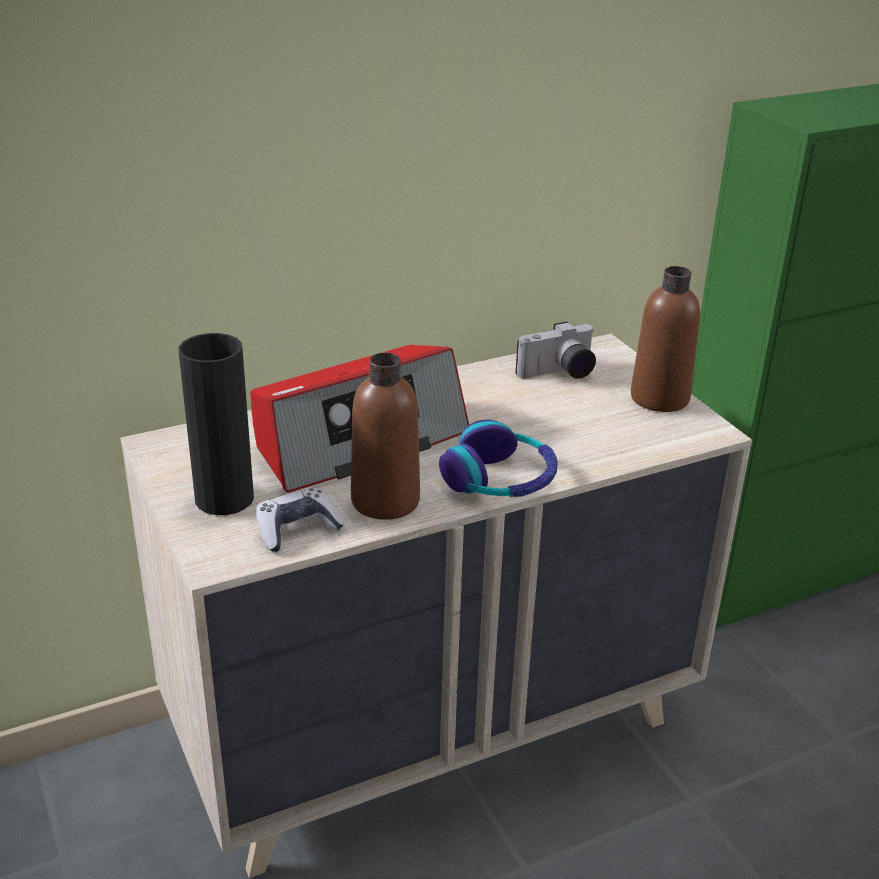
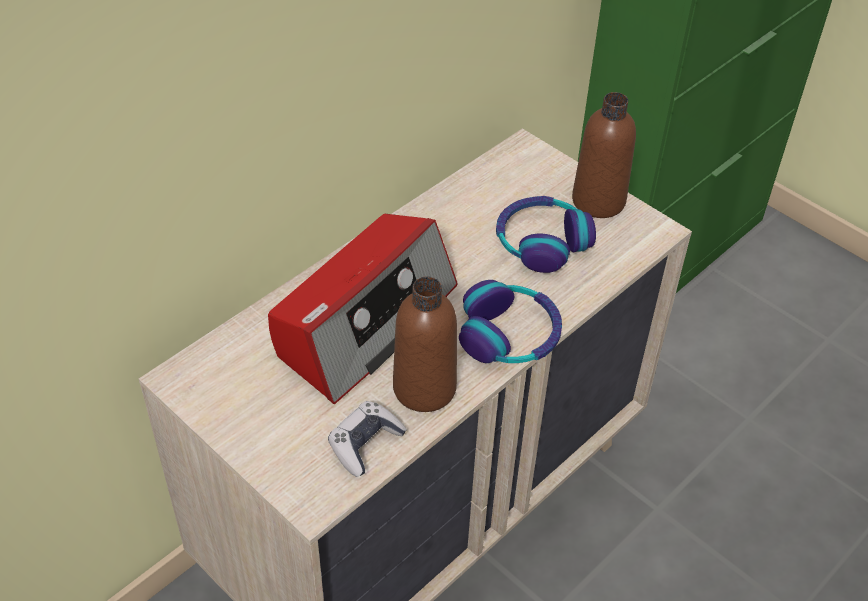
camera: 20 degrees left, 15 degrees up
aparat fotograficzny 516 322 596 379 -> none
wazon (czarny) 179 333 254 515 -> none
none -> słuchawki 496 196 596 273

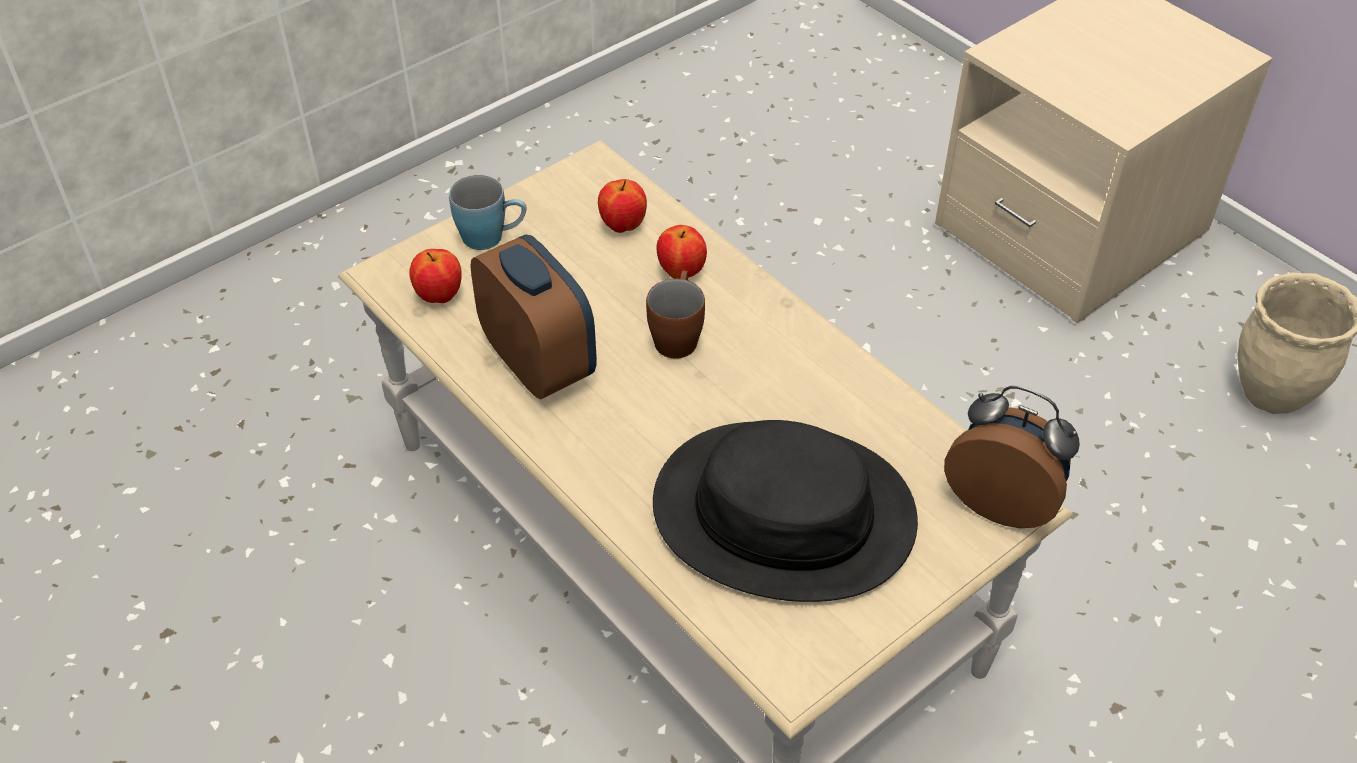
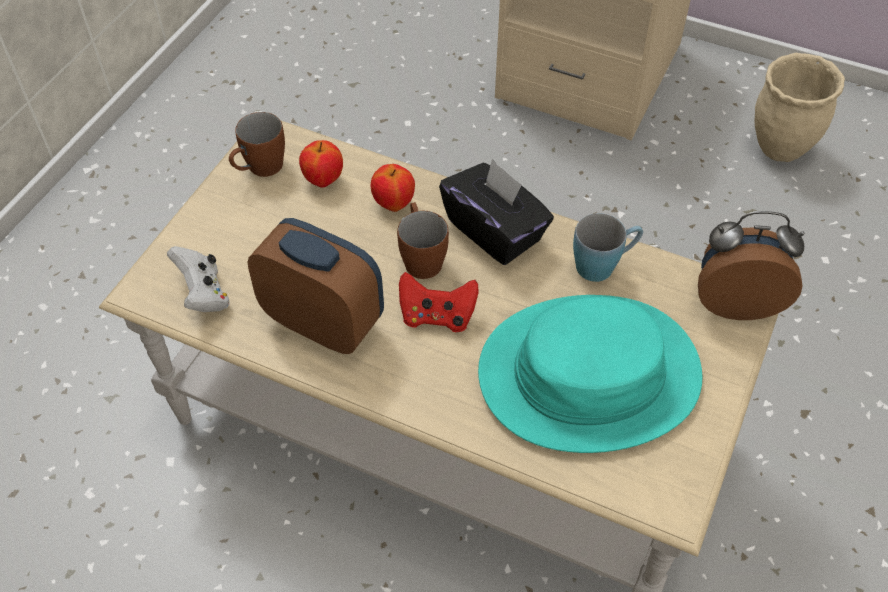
camera: 25 degrees left, 5 degrees up
kubek (niebieski) 449 175 526 250 -> kubek (niebieski) 573 213 643 282, moved
jabłko 409 249 462 303 -> pad do gier (biały) 167 246 230 312
kapelusz (czarny) 653 420 918 602 -> kapelusz (turkusowy) 478 295 702 453
none -> kubek (brązowy) 229 112 285 177
none -> pudełko chusteczek (czarny) 439 158 554 265
none -> pad do gier (czerwony) 399 272 479 332

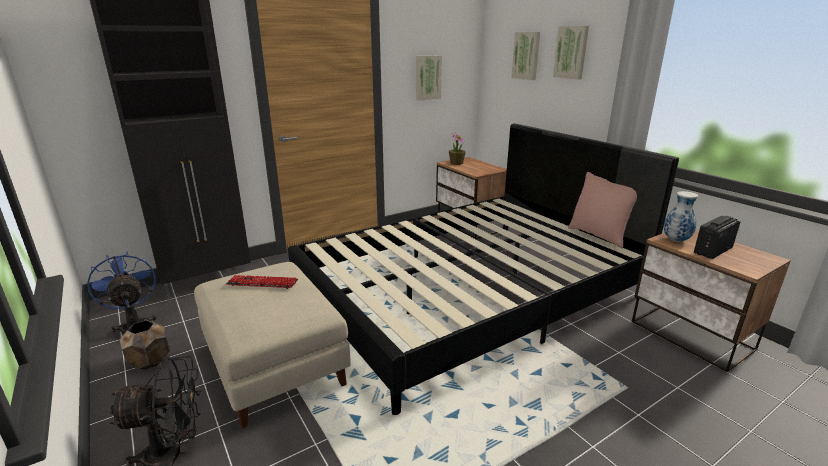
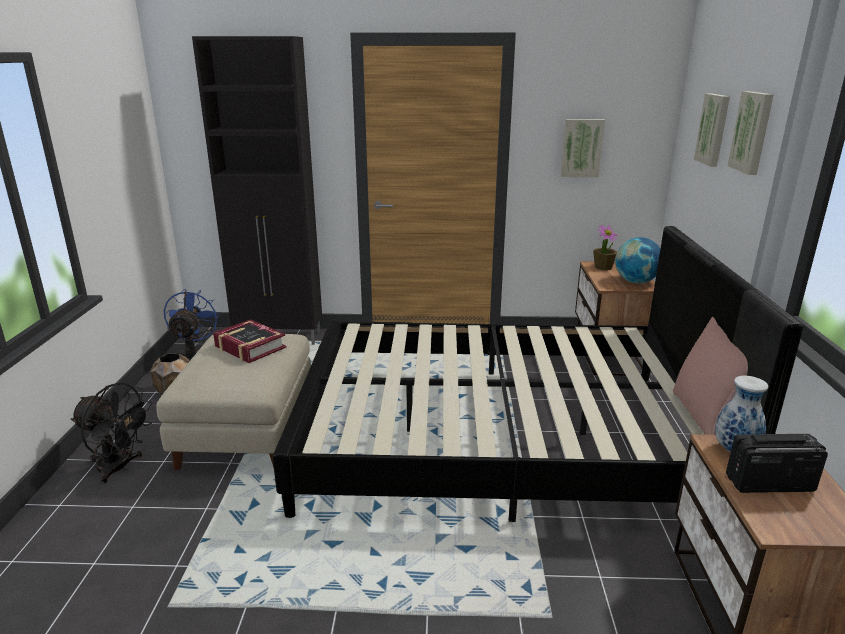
camera: 35 degrees right, 0 degrees up
klawiatura 226 275 298 289 -> książka 213 319 286 363
none -> globus 615 237 661 283

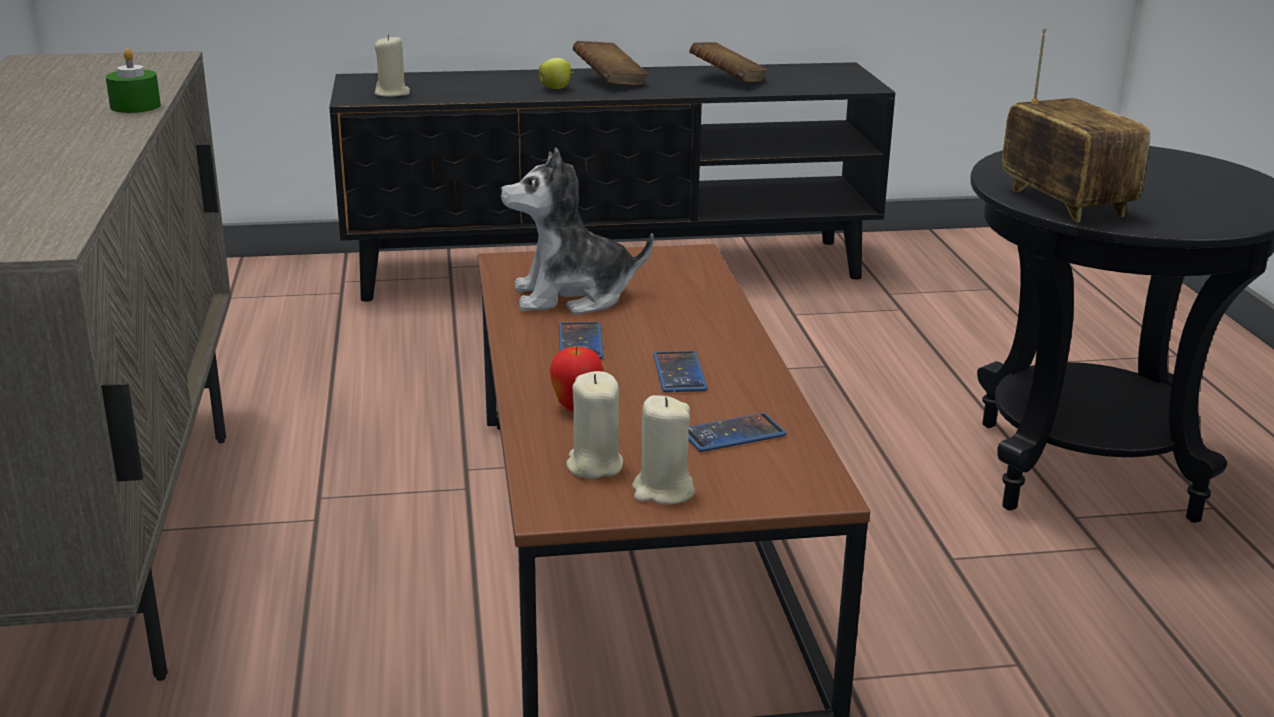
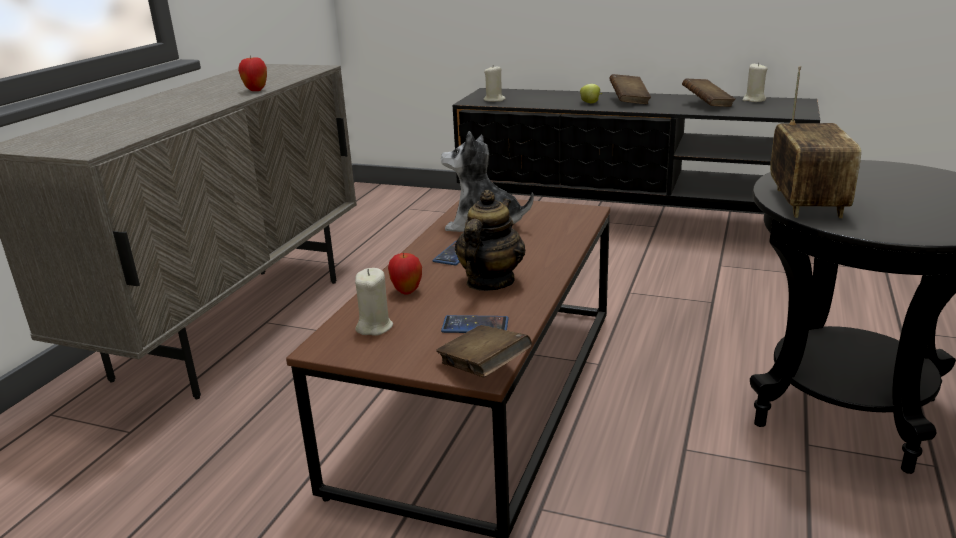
camera: 30 degrees right, 0 degrees up
świeca (zielony) 106 49 161 113 -> jabłko 238 55 267 91
telefon 653 351 708 392 -> imbryk 455 190 526 291
świeca (beżowy) 632 395 695 505 -> świeca (beżowy) 743 62 768 102, moved
none -> książka (brązowy) 436 325 532 378

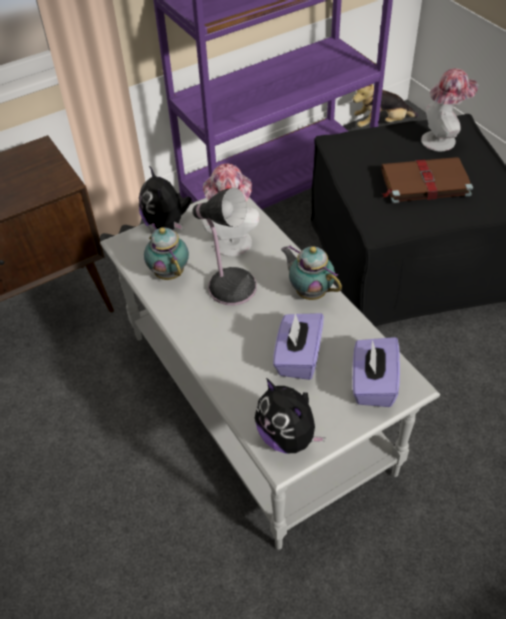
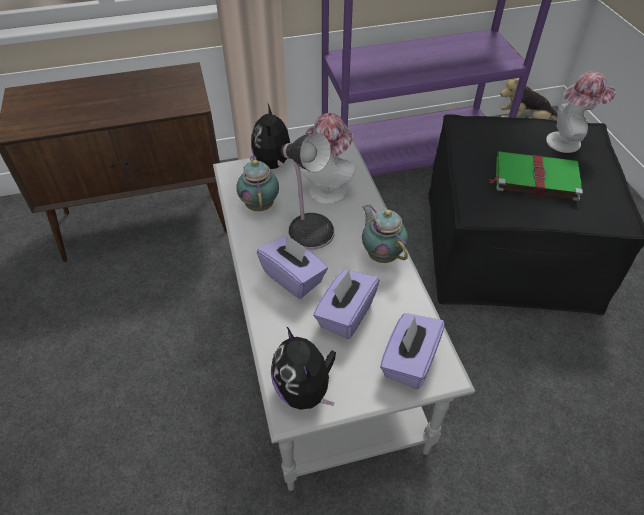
camera: 15 degrees right, 0 degrees up
książka (brązowy) 381 157 473 203 -> książka (zielony) 489 151 583 201
none -> pudełko chusteczek (fioletowy) 257 235 328 299

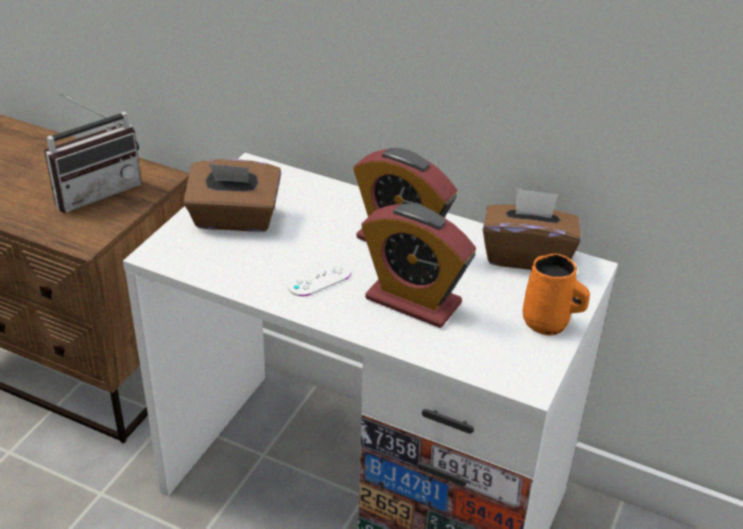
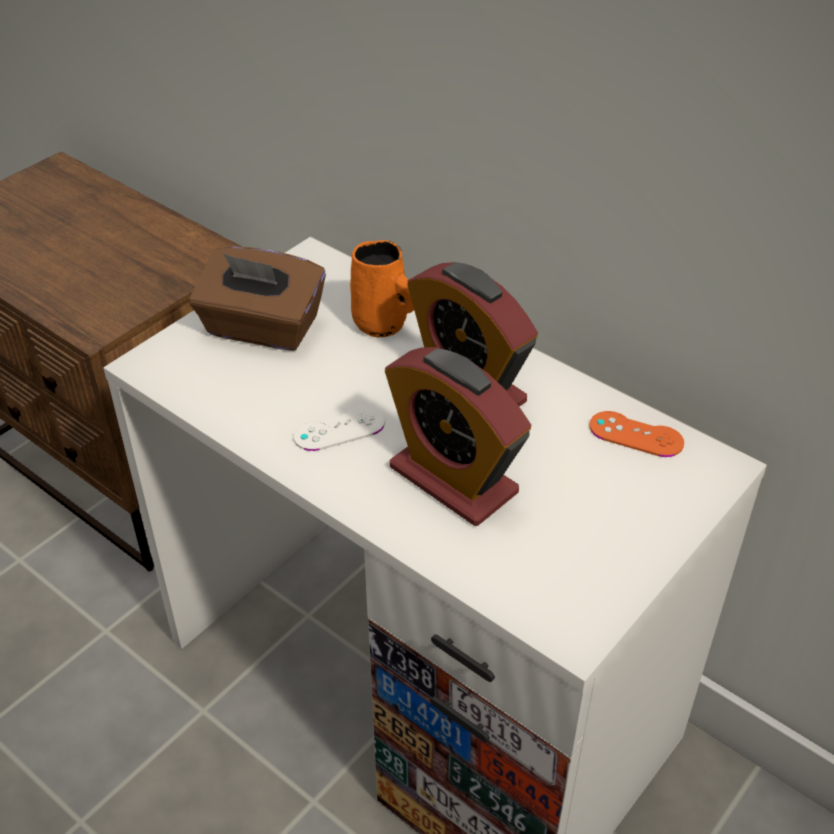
camera: 15 degrees right, 5 degrees up
radio 44 93 142 213 -> none
pudełko chusteczek (brązowy) 483 188 581 270 -> pad do gier (pomarańczowy) 589 411 684 457
kubek (pomarańczowy) 523 253 590 335 -> kubek (pomarańczowy) 350 240 414 338, moved

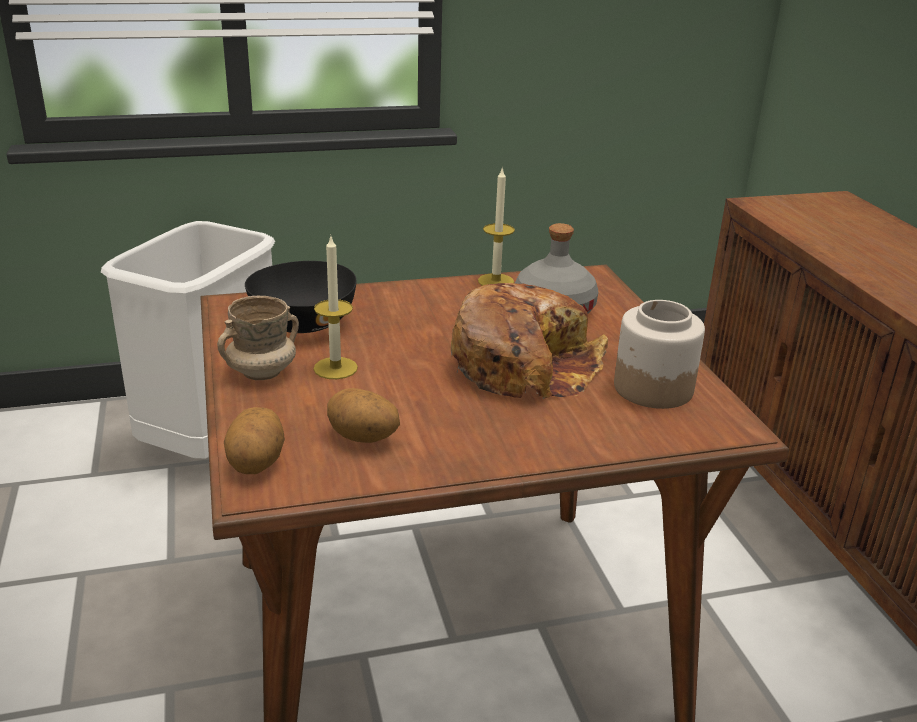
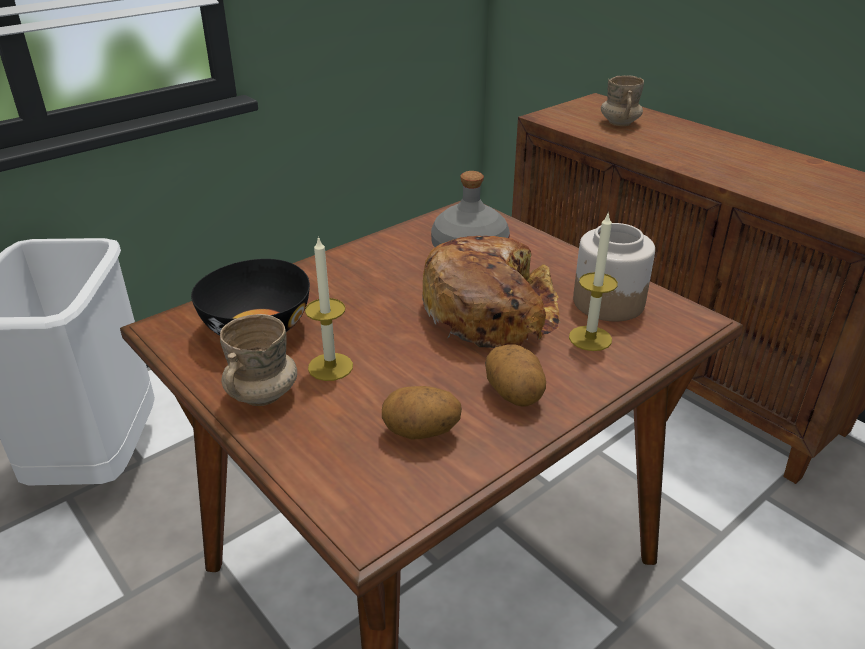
camera: 25 degrees left, 5 degrees up
świeca 478 167 515 286 -> świeca 569 211 618 351, moved
ziemniak 224 407 285 474 -> ziemniak 485 344 546 406, moved
none -> kubek (beżowy) 601 75 644 126

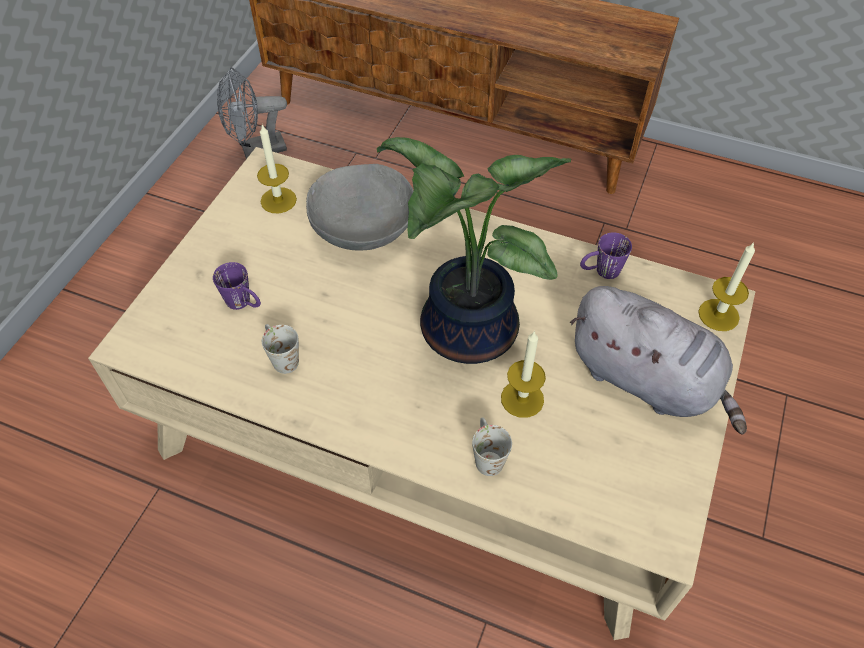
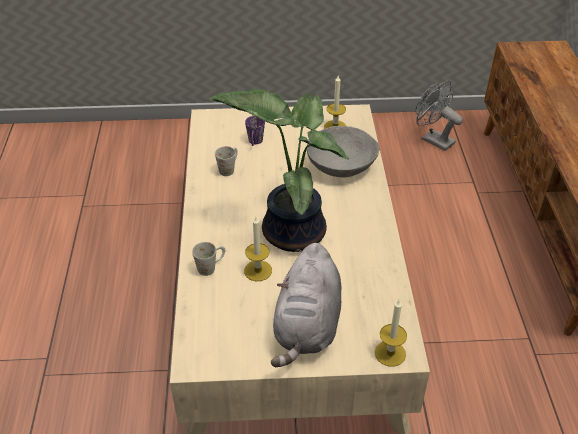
camera: 65 degrees right, 10 degrees down
kubek (fioletowy) 580 232 632 279 -> none

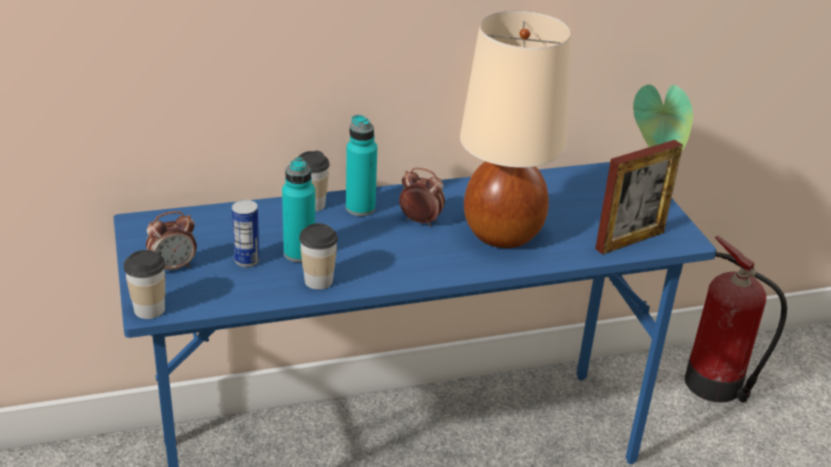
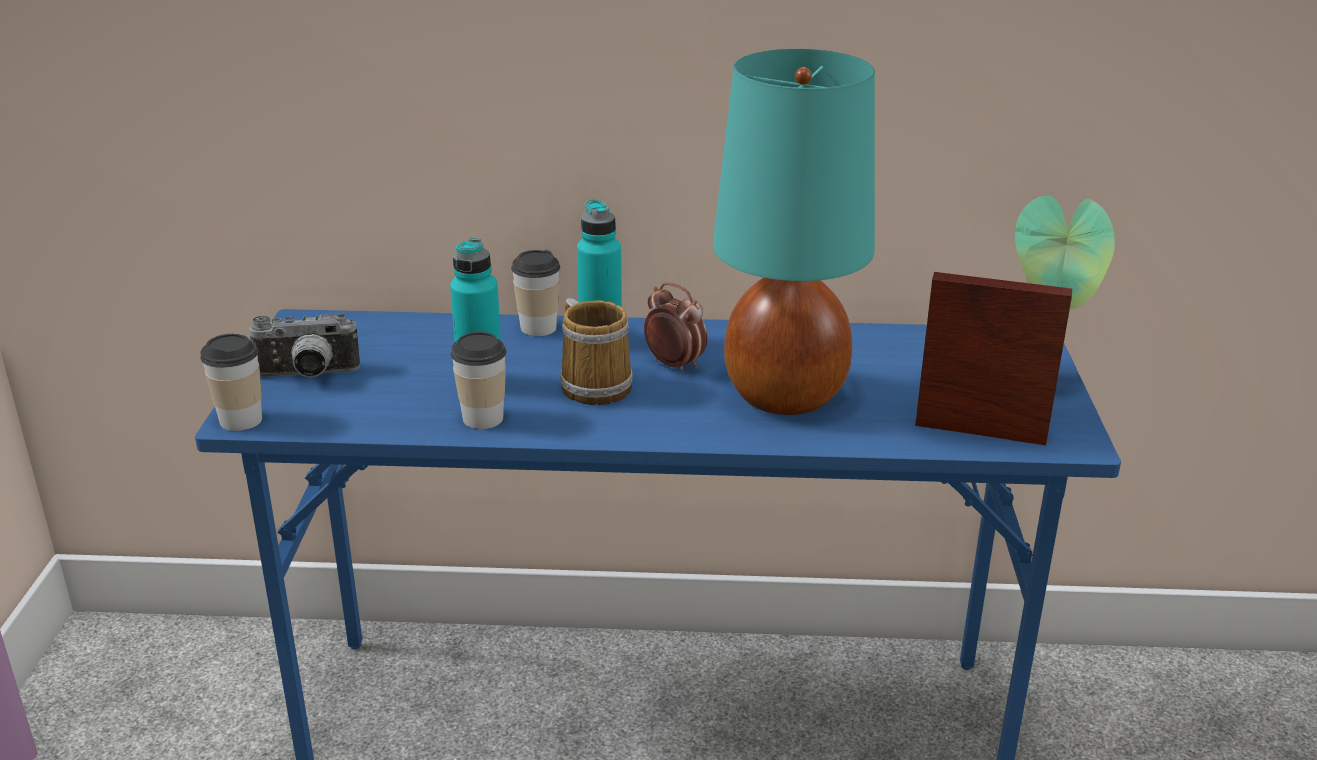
camera: 20 degrees right, 5 degrees down
lampa stołowa (beżowy) 460 10 572 248 -> lampa stołowa (turkusowy) 713 49 875 415
ramka na zdjęcie 595 140 683 255 -> ramka na zdjęcie 915 272 1072 445, 150 degrees counterclockwise
puszka 232 200 260 268 -> none
budzik 146 211 197 270 -> aparat fotograficzny 250 314 360 377
gaśnica 685 236 787 402 -> none
none -> kubek 560 298 633 405

